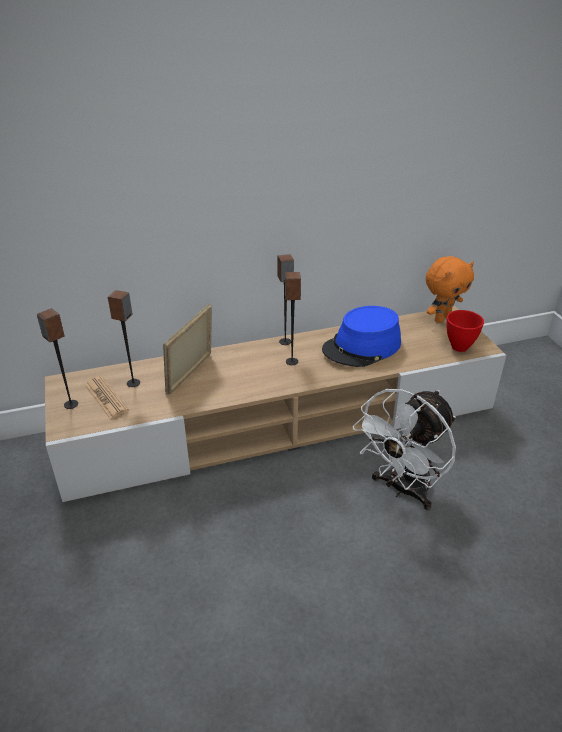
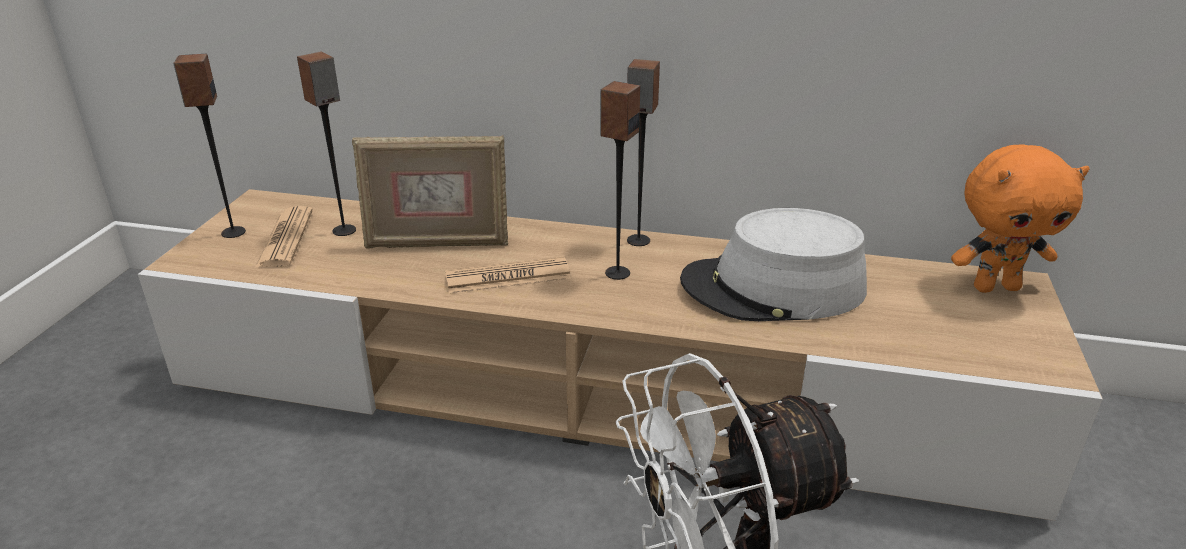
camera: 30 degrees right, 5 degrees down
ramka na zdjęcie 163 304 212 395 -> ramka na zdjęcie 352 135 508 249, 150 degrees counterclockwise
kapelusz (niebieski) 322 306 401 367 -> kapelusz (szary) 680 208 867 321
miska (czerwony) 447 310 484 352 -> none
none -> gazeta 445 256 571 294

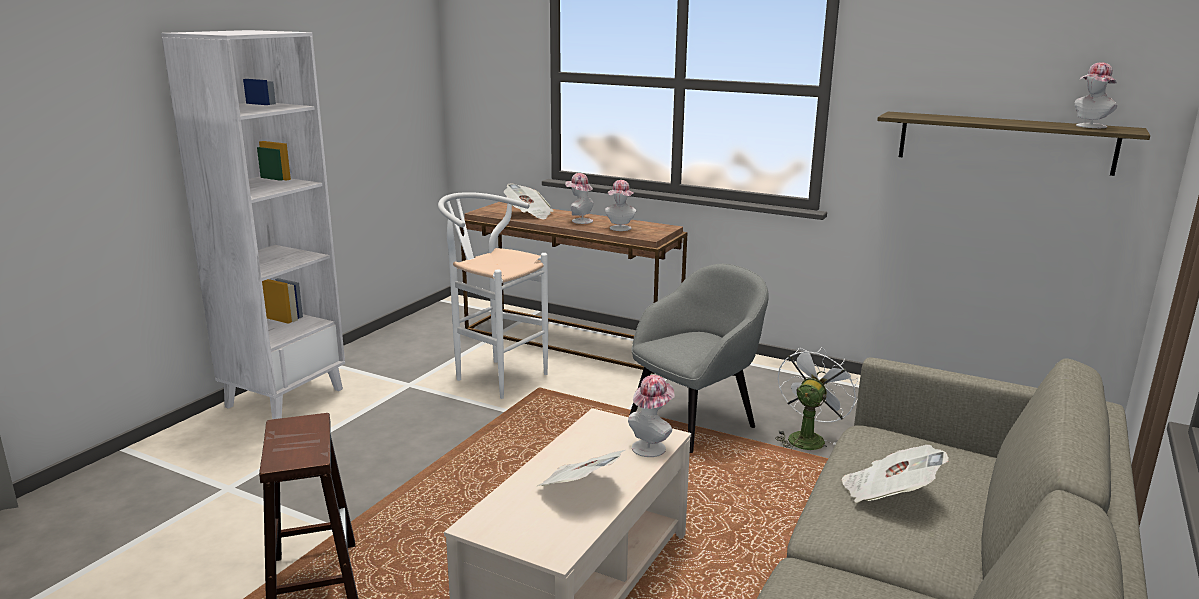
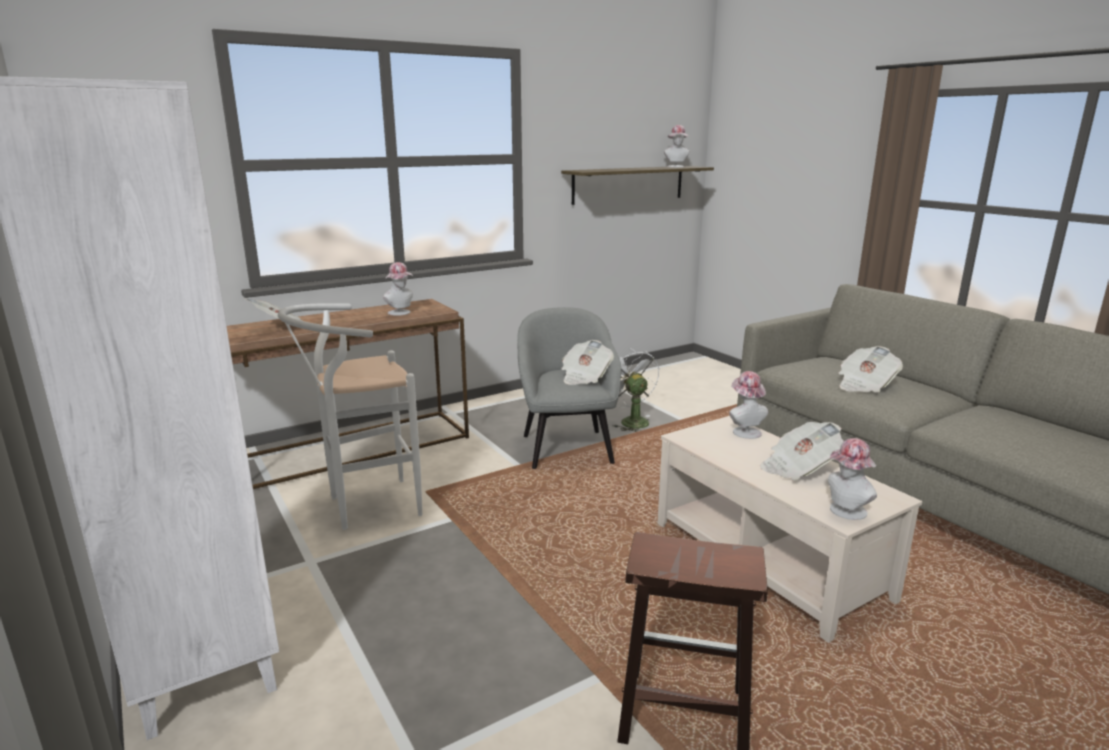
camera: 60 degrees left, 0 degrees up
kapelusz 566 173 594 224 -> kapelusz 828 438 877 520, moved
none -> gazeta 562 340 614 385

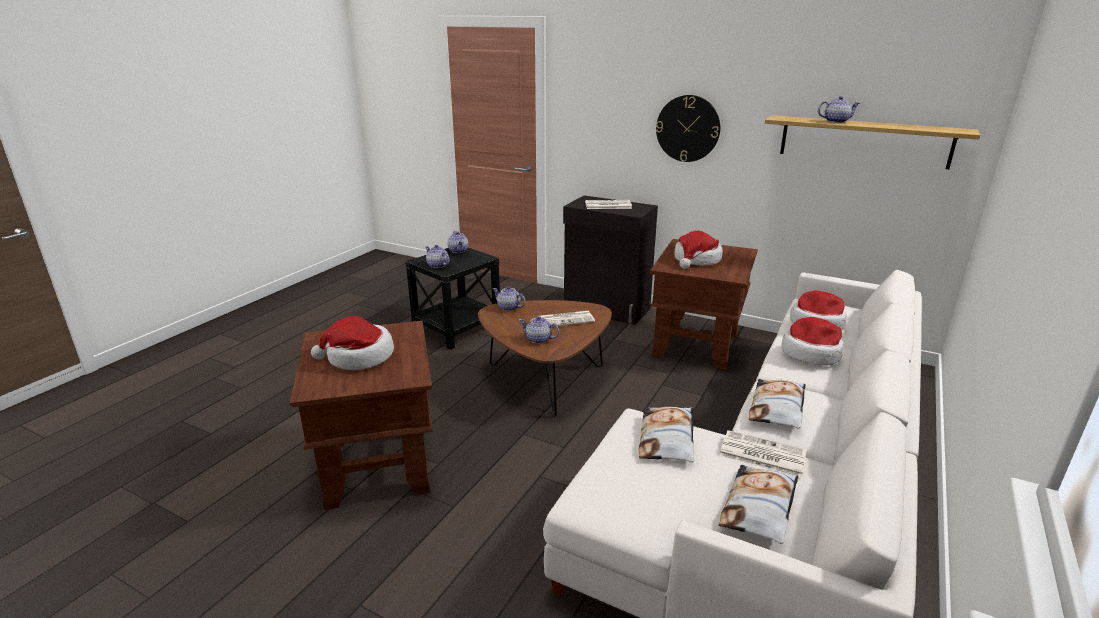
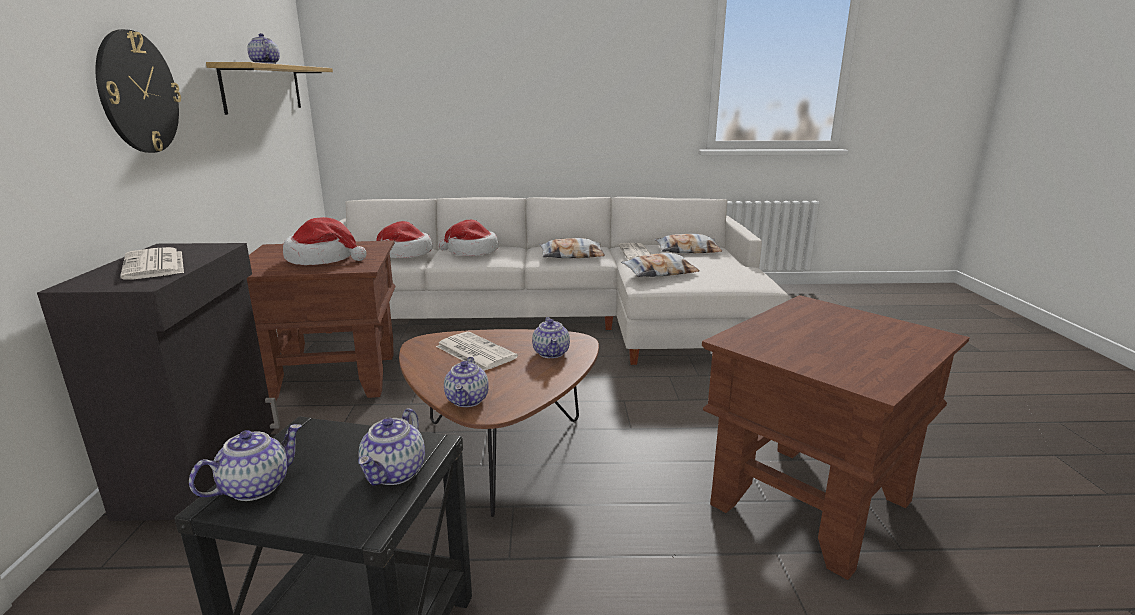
camera: 120 degrees left, 5 degrees down
kapelusz 311 316 394 370 -> none

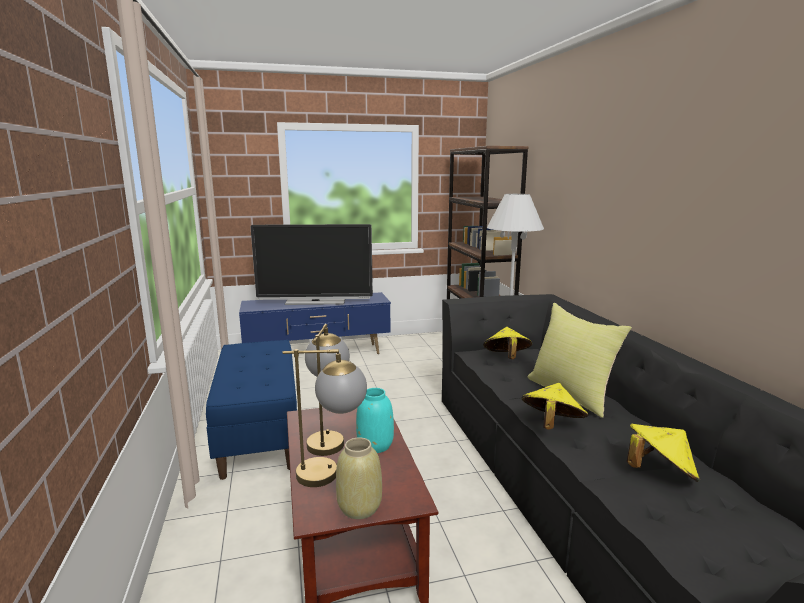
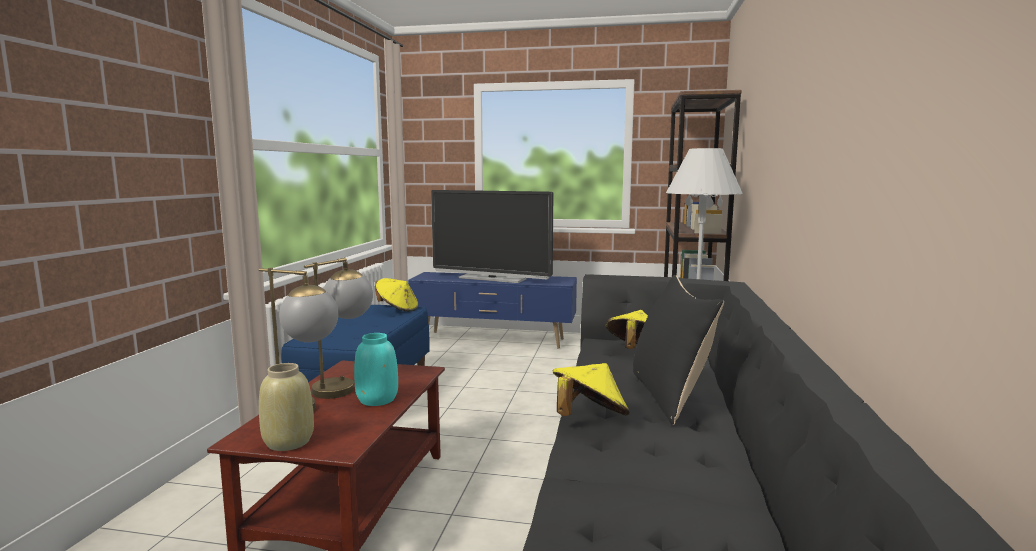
camera: 25 degrees right, 5 degrees down
poduszka (żółty) 528 303 632 418 -> poduszka (czarny) 633 275 724 425
kapelusz (żółty) 627 424 700 482 -> kapelusz (żółty) 375 278 418 312, moved

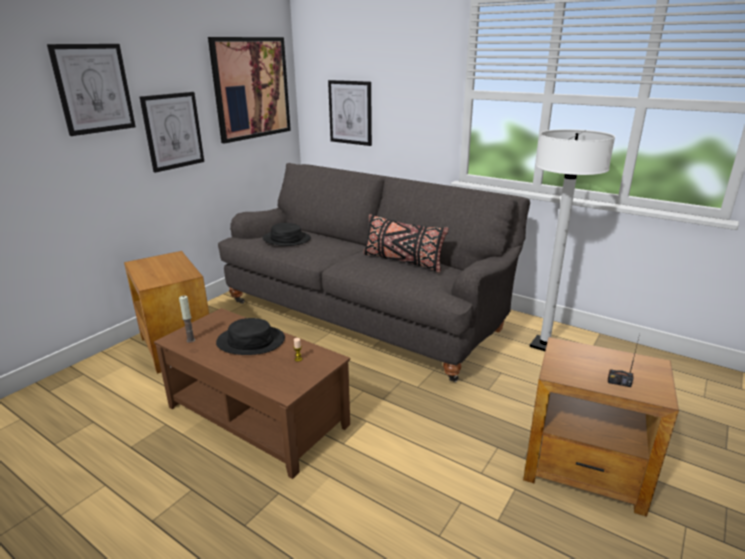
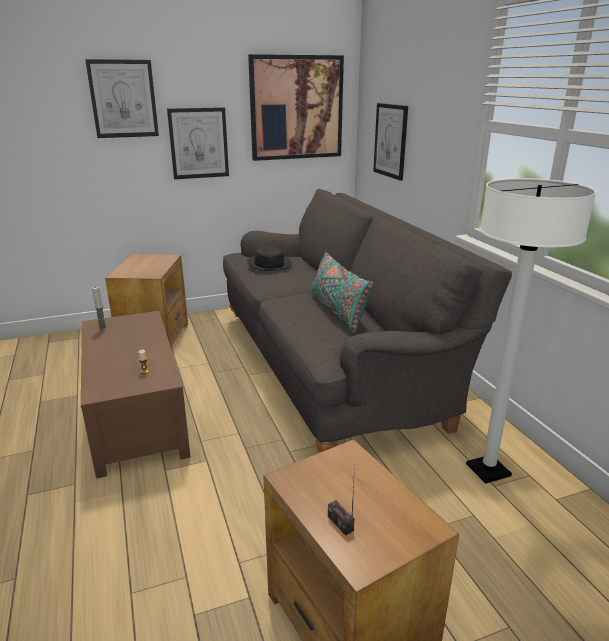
camera: 35 degrees right, 0 degrees up
poduszka (czarny) 363 214 449 273 -> poduszka (turkusowy) 311 252 374 333
kapelusz (czarny) 216 318 285 355 -> none

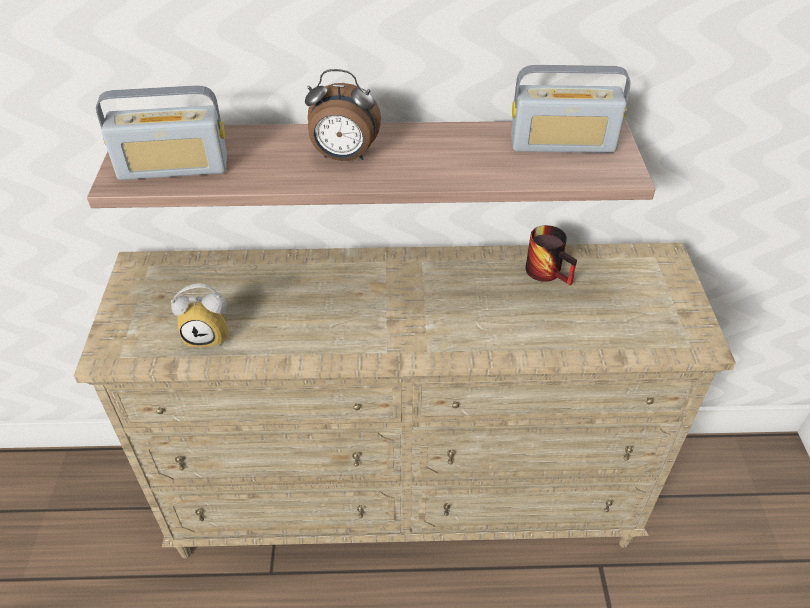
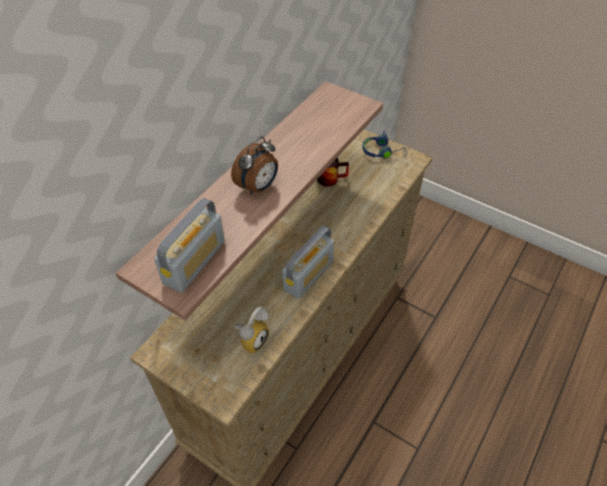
camera: 55 degrees left, 5 degrees up
radio 511 65 631 153 -> radio 282 226 334 299, moved
none -> słuchawki (niebieski) 363 131 406 159

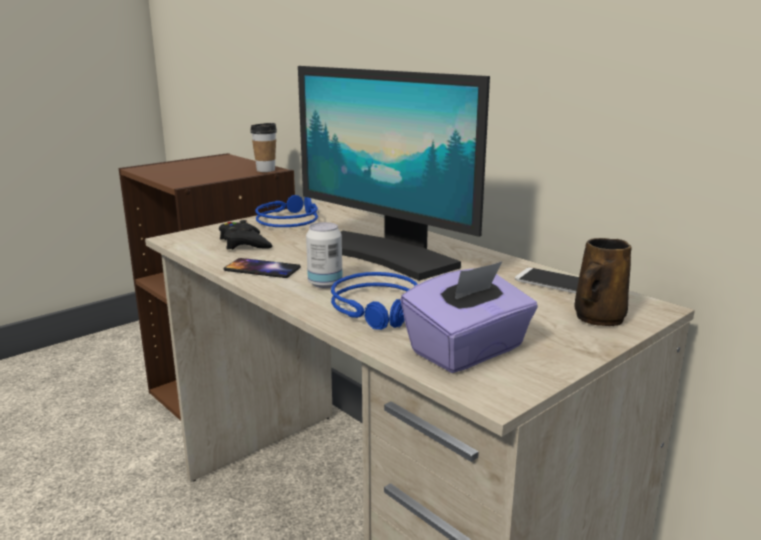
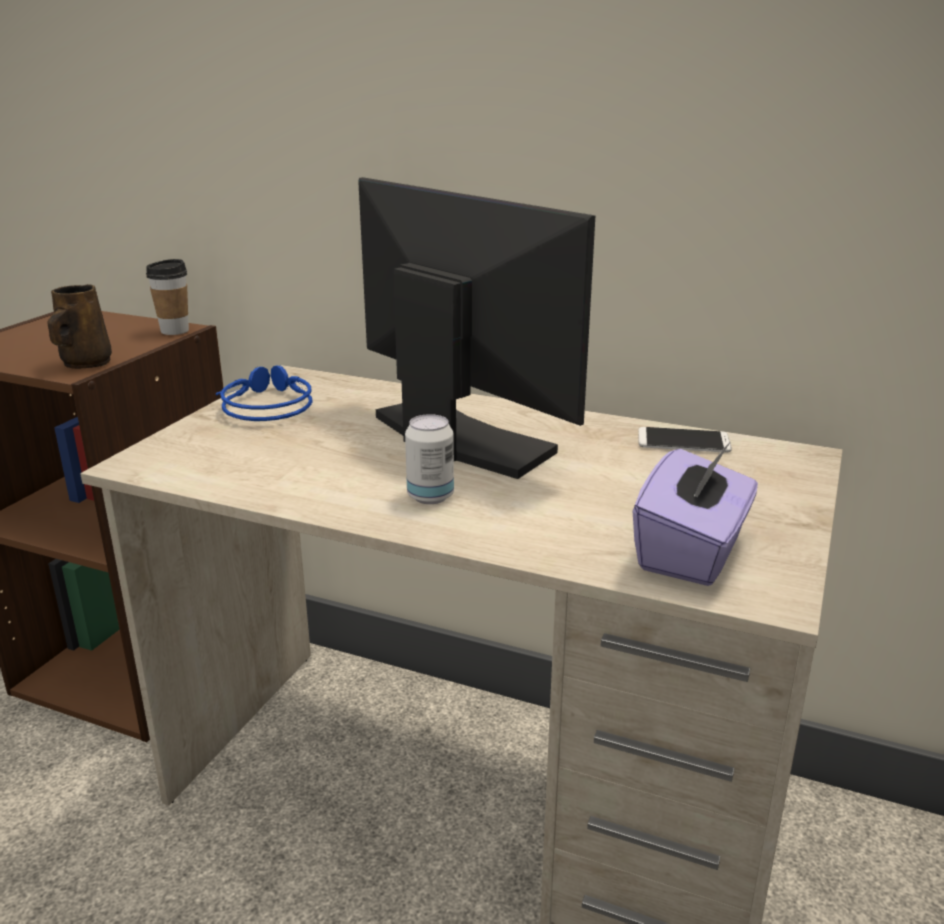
camera: 25 degrees left, 5 degrees up
monitor 298 66 490 281 -> monitor 358 177 596 479, 150 degrees counterclockwise
pad do gier (czarny) 219 220 272 250 -> none
kubek (brązowy) 574 238 632 326 -> kubek (brązowy) 48 284 112 369, moved
telefon 224 258 301 278 -> none
słuchawki (niebieski) 331 272 418 330 -> none

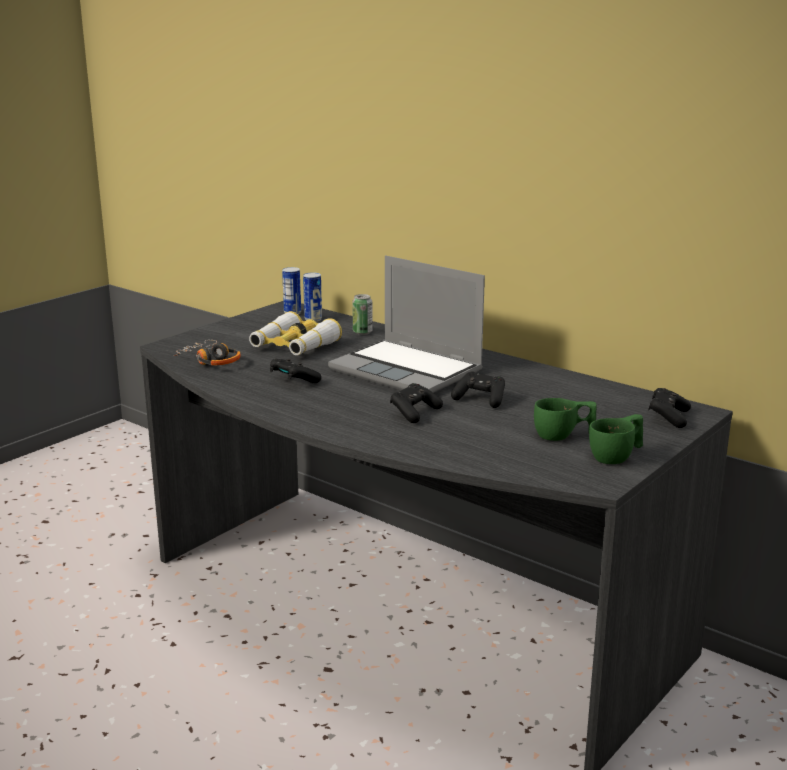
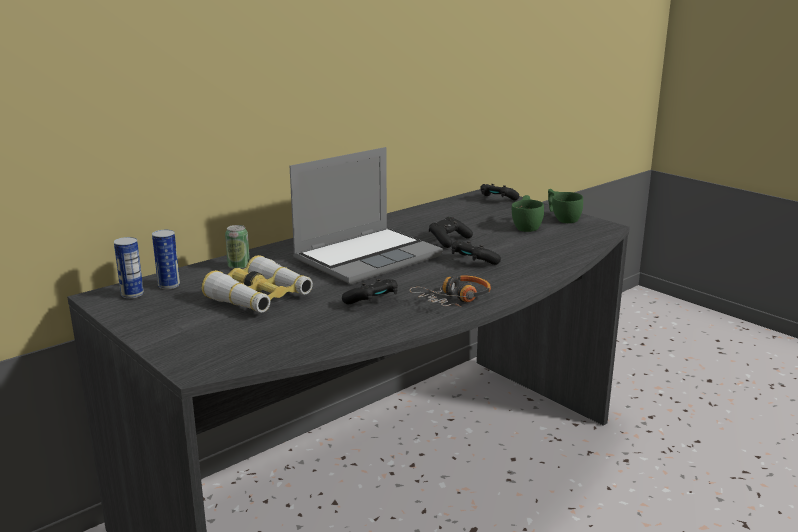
camera: 80 degrees left, 0 degrees up
słuchawki 174 340 241 366 -> słuchawki 409 275 491 307, moved

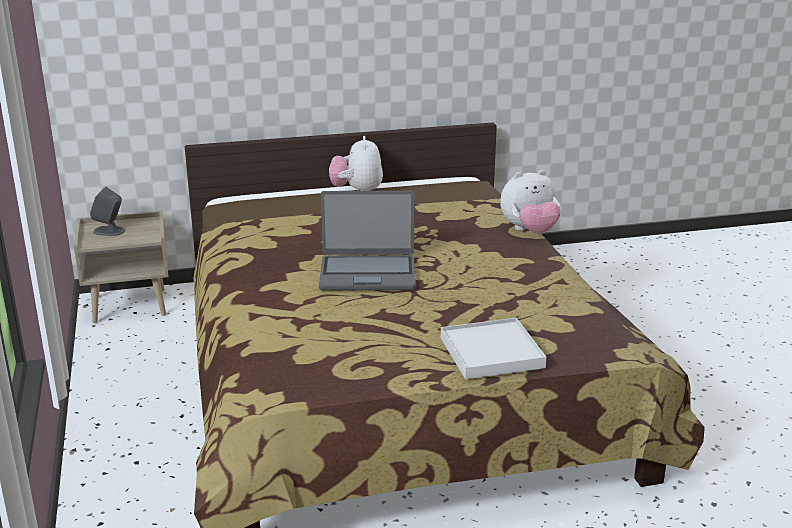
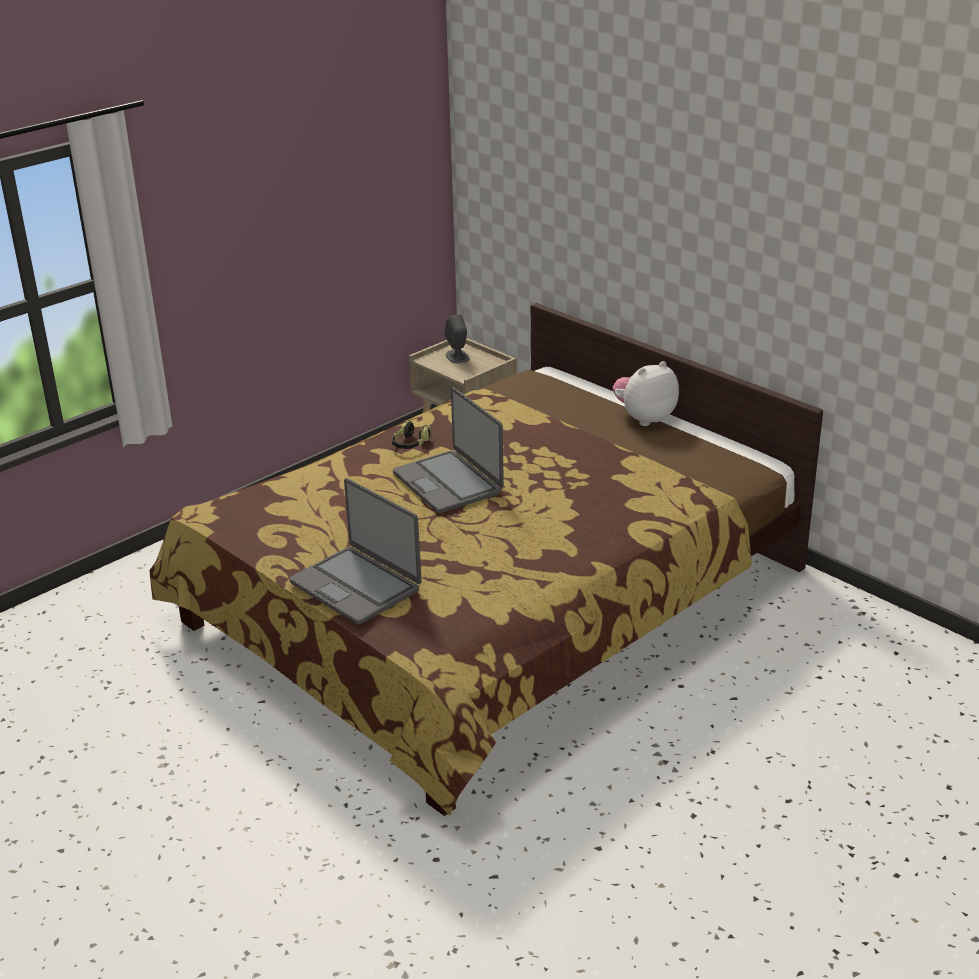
camera: 60 degrees right, 5 degrees up
pluszak 500 170 561 234 -> none
taca (biały) 441 318 546 379 -> laptop 289 478 422 625
none -> słuchawki 392 421 432 449

